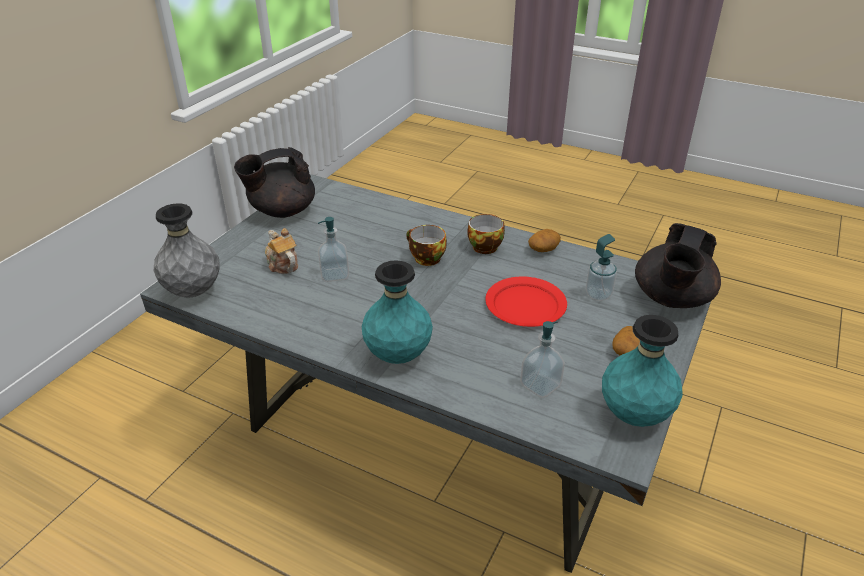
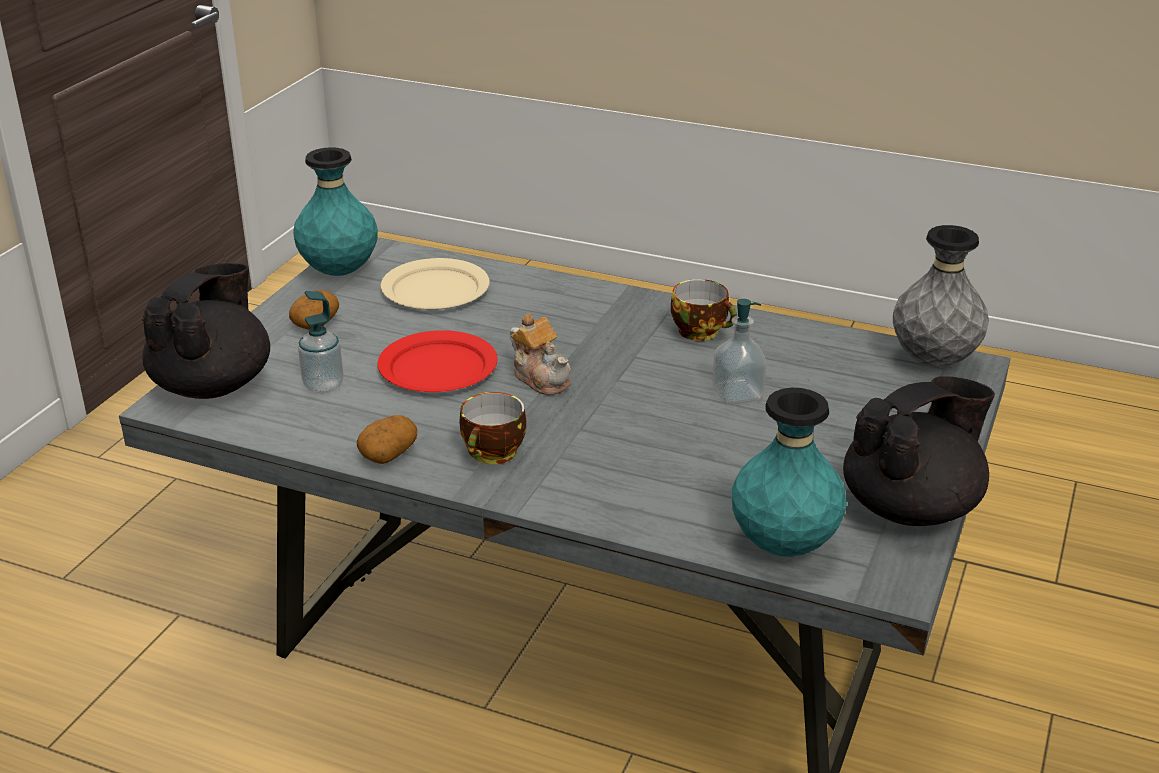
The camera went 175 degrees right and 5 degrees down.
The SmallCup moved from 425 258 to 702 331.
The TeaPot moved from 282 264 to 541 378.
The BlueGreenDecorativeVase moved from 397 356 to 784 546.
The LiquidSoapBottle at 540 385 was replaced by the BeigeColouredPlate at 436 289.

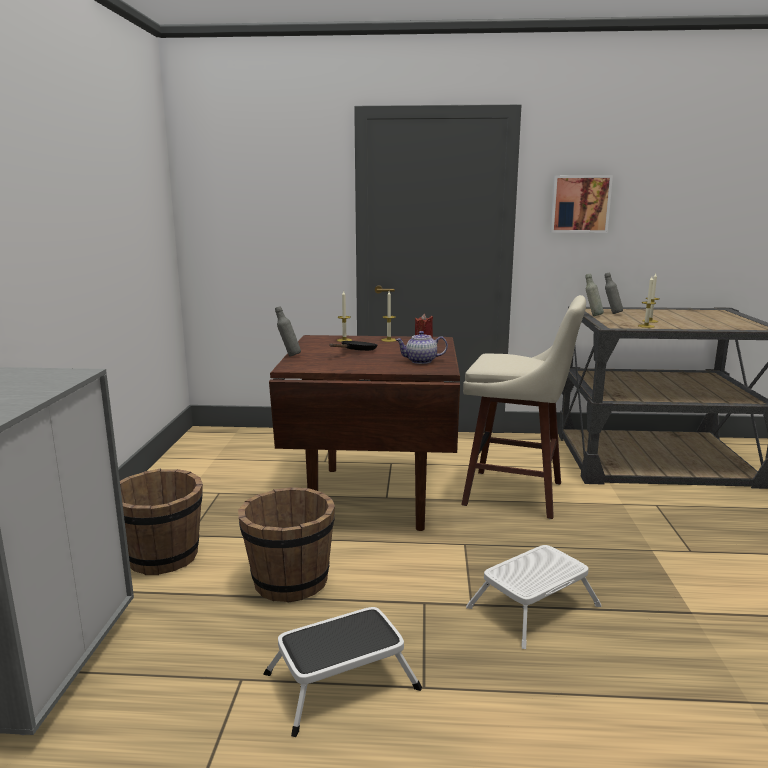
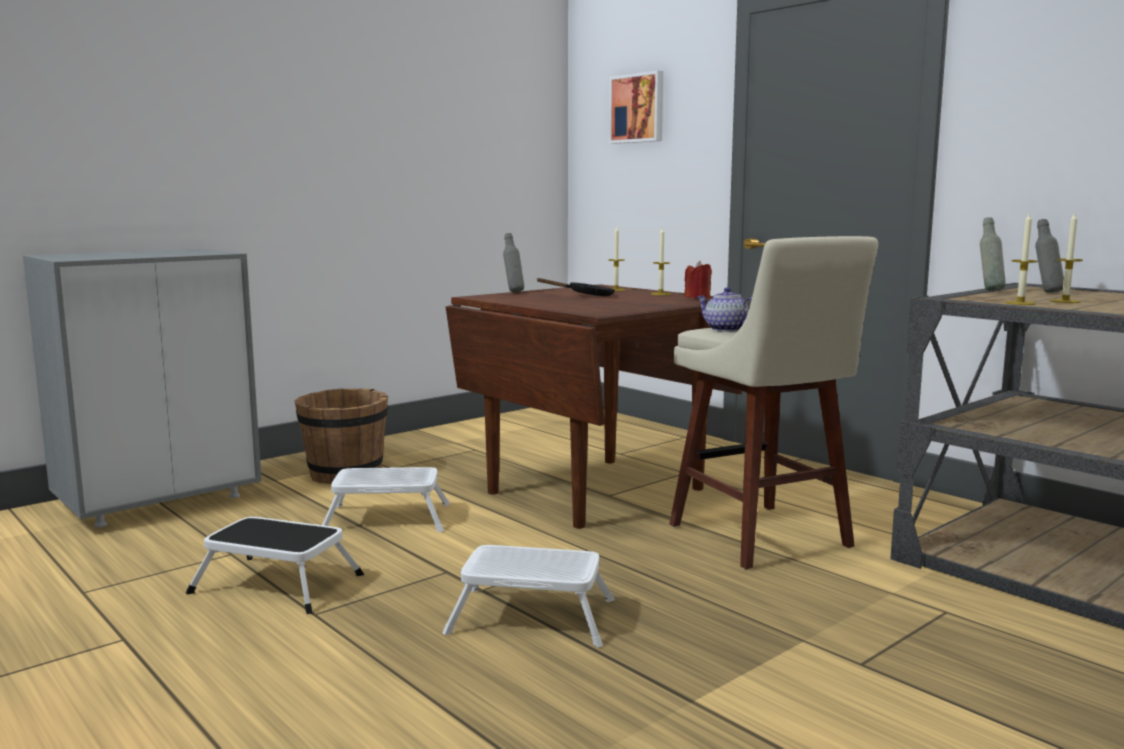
The camera went 45 degrees right and 5 degrees down.
The WallArt moved from 580 204 to 638 108.
The TeaPot moved from 421 361 to 725 329.
The BrownWaterBucket at 290 581 was replaced by the WhitishStepladder at 387 518.

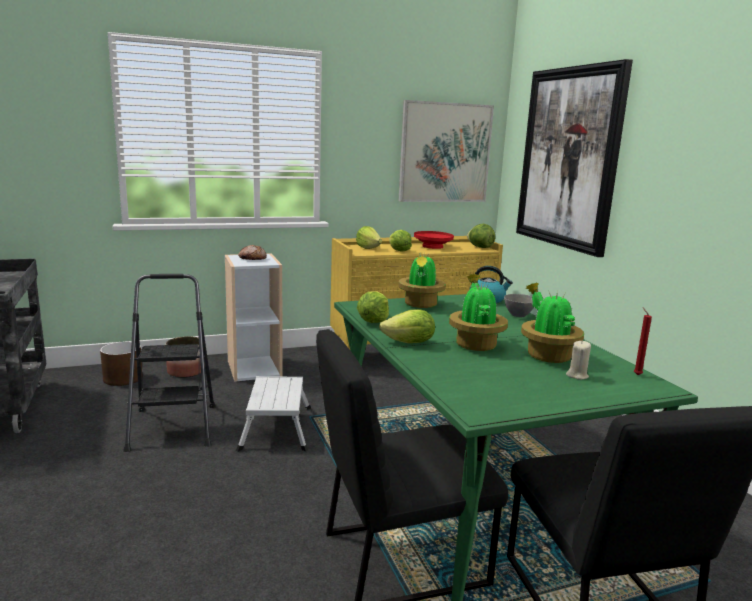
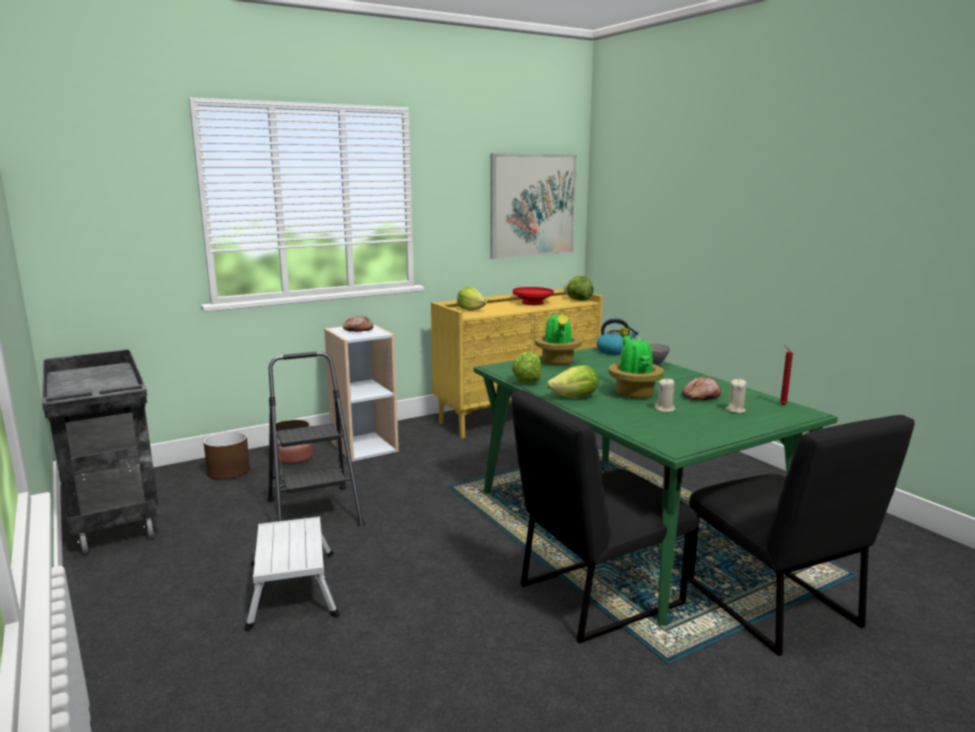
The camera went 10 degrees left and 0 degrees up.
The WallArt at 569 158 disappeared.
The Lettuce at 399 251 disappeared.
The Houseplant at 547 356 was replaced by the BakeryBread at 700 396.
The WhitishStepladder moved from 276 427 to 292 588.
The BeigeColouredCandle at 665 409 appeared.

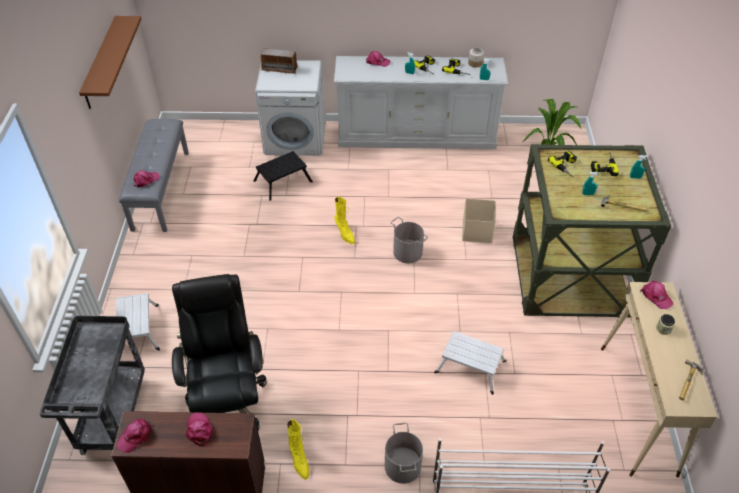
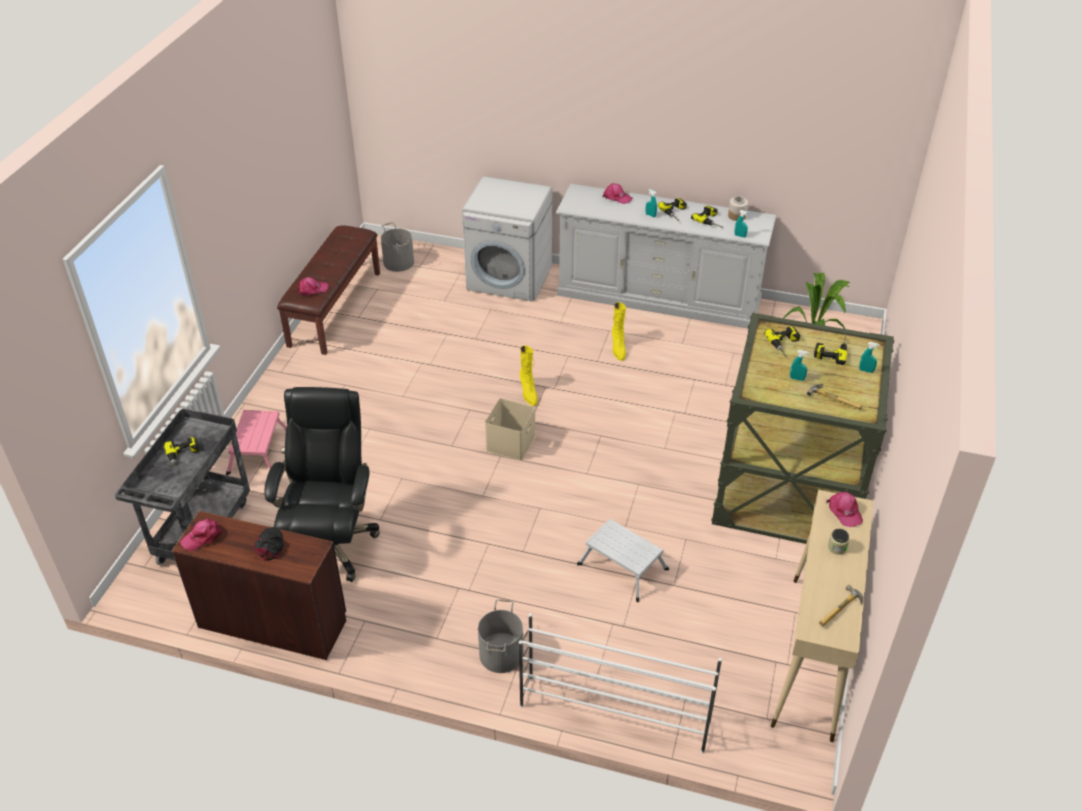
The camera went 15 degrees right and 5 degrees down.
The BrownShelf at 101 63 disappeared.
The Radio at 280 68 disappeared.
The GreyishLongSeat at 160 190 became the BrownLongSeat at 334 308.
The BlackColouredStepladder at 283 181 disappeared.
The BeigeColouredStorageContainer moved from 476 231 to 510 442.
The GreyishWaterBucket moved from 408 252 to 399 262.
The WhitishStepladder at 137 329 became the PinkishStepladder at 259 451.
The PinkishPeakedCap at 199 430 became the BlackColouredPeakedCap at 270 545.
The YellowishTallBoot moved from 299 460 to 618 348.
The ElectricDrill at 184 457 appeared.

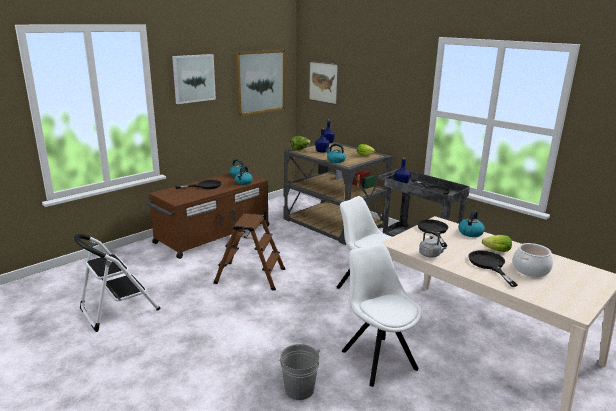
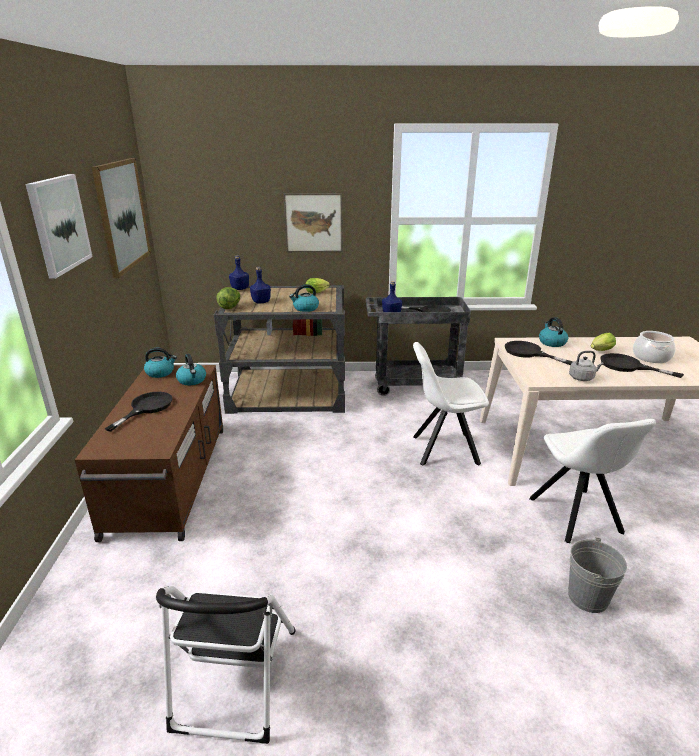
The camera went 45 degrees left and 5 degrees up.
The WallArt moved from 323 82 to 313 223.
The BrownStepladder at 250 276 disappeared.
The WhitishUprightChair at 378 360 turned 120 degrees counterclockwise.

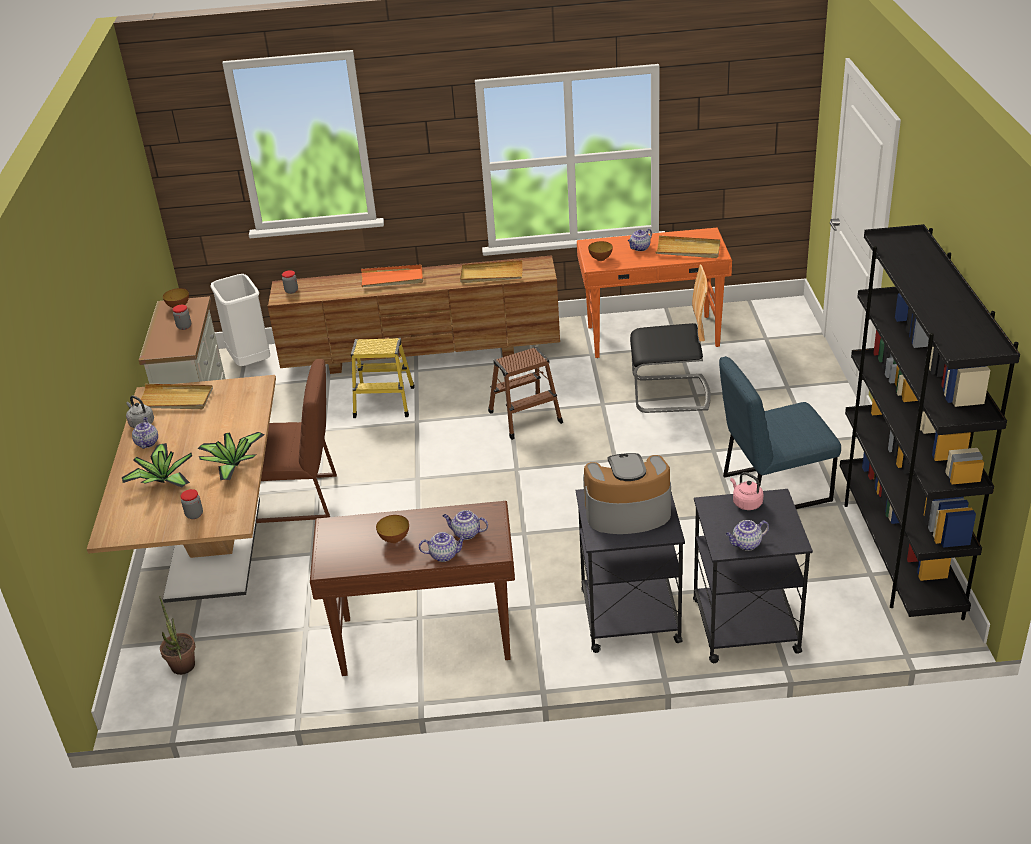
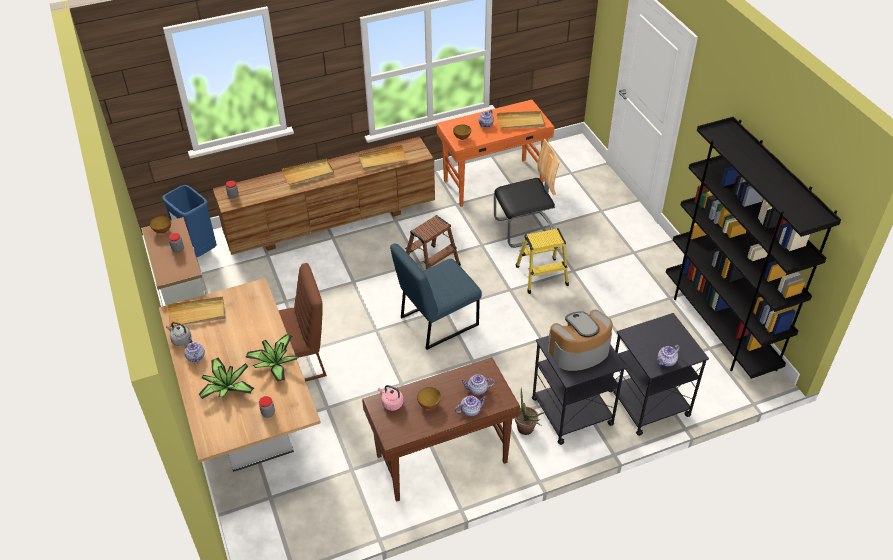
The camera went 20 degrees left and 10 degrees up.
The OrangeyTray at 392 279 became the BeigeColouredTray at 308 173.
The WhitishRubbishBin at 250 362 became the BluishRubbishBin at 198 250.
The YellowishStepladder moved from 384 401 to 542 275.
The BluishUprightChair moved from 773 488 to 437 321.
The PinkishWaterKettle moved from 746 503 to 391 403.
The Houseplant moved from 183 670 to 527 431.

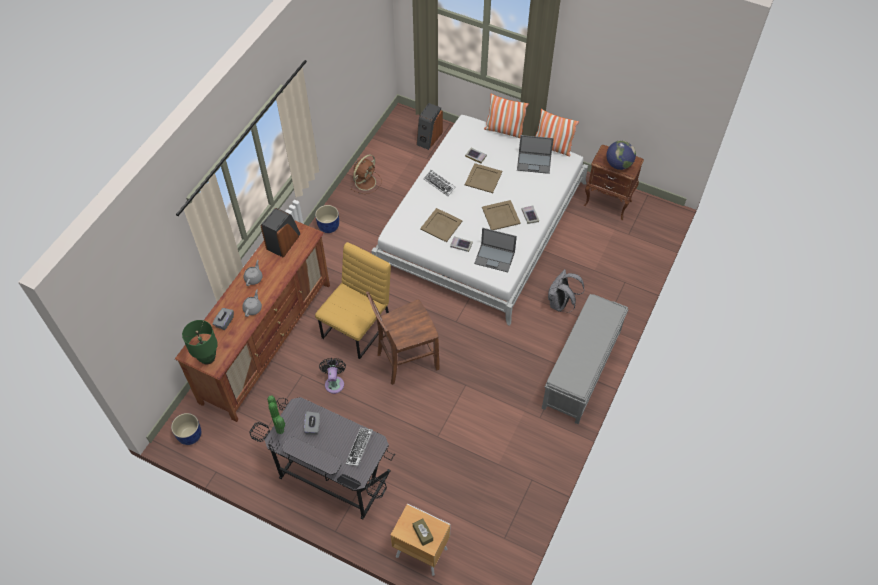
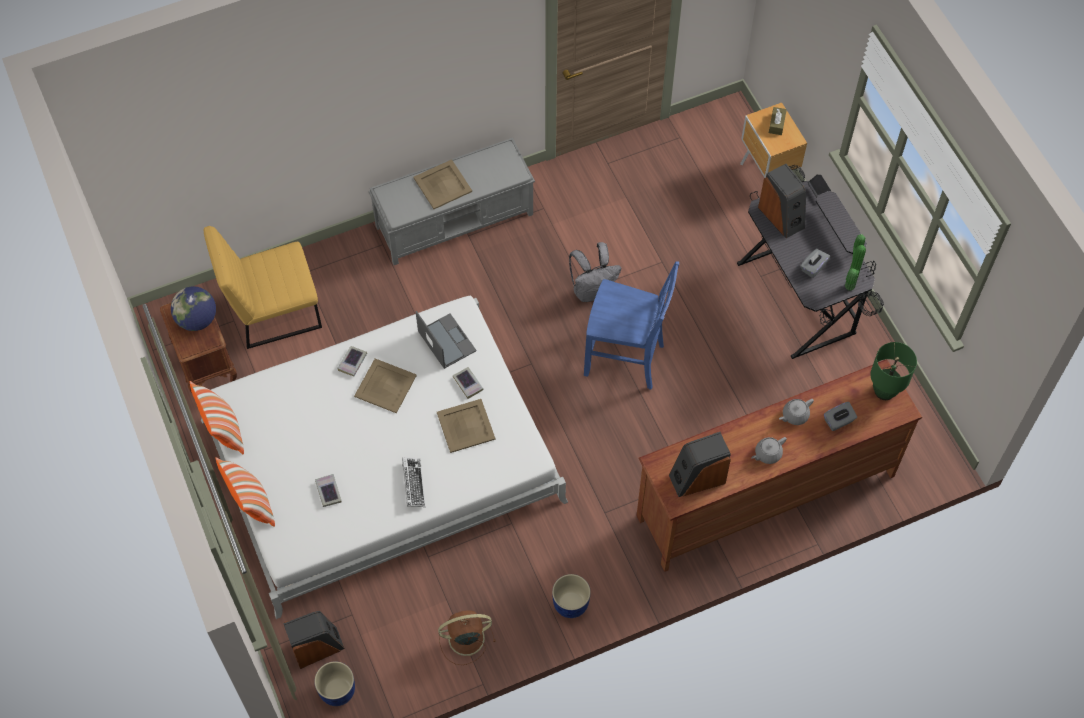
The camera went 140 degrees left and 5 degrees up.
The Laptop at 534 162 disappeared.
The BeigeColouredTray moved from 483 178 to 442 184.
The YellowishUprightChair moved from 358 327 to 273 312.
The GreyishRucksack moved from 560 304 to 592 290.
The BrownUprightChair at 406 360 became the BluishUprightChair at 626 360.
The BlackColouredElectricFan at 334 382 disappeared.
The BluishPlantPot moved from 189 435 to 338 690.
The PcKeyboard at 359 448 was replaced by the Speaker at 782 216.

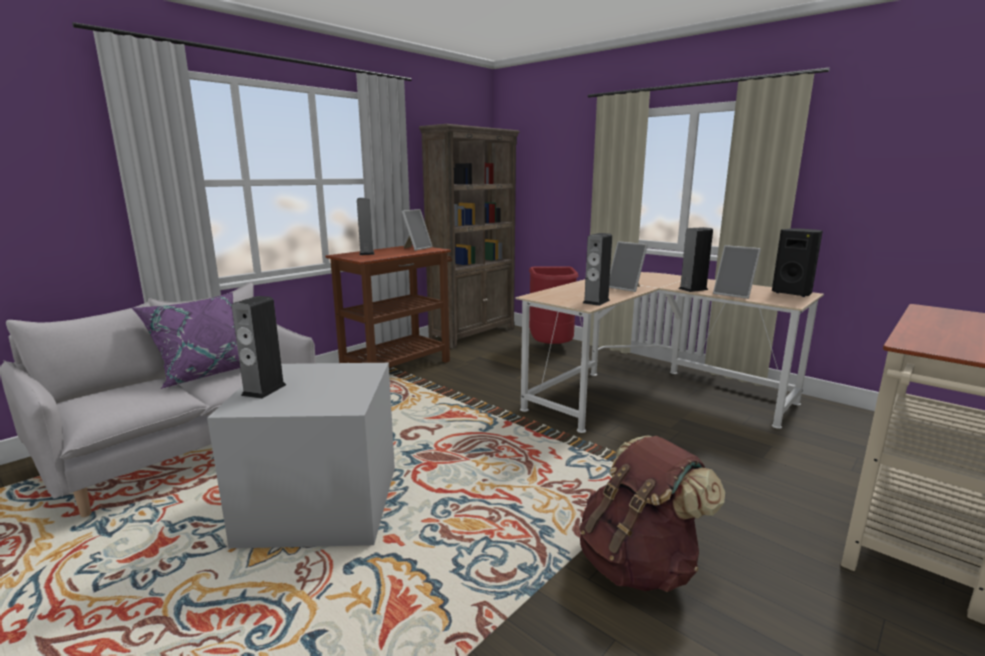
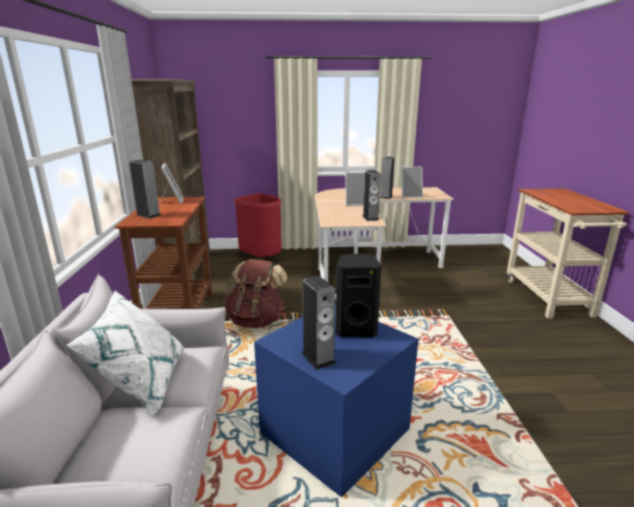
The camera went 45 degrees left and 5 degrees up.
The BlackColouredSpeaker moved from 793 293 to 355 329.
The PurpleColouredPillow at 207 373 became the WhitishPillow at 141 383.
The GreyishStorageContainer at 320 503 became the BluishStorageContainer at 332 431.
The BrownRucksack moved from 639 564 to 257 320.

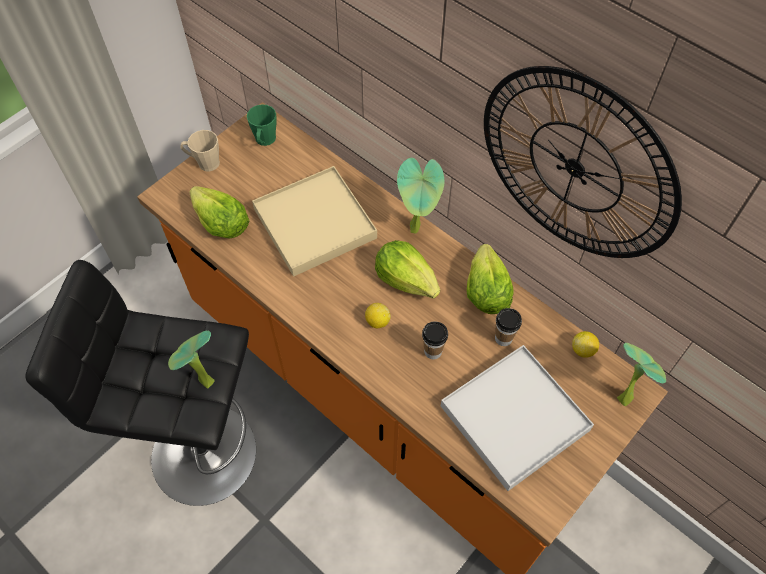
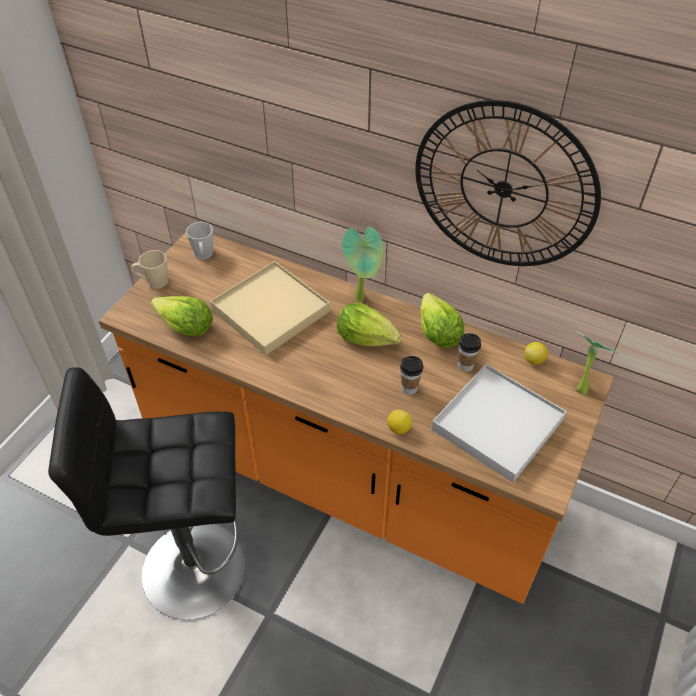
The camera went 15 degrees left and 10 degrees down.
The GreenishTeaMug at 264 141 became the GreyishTeaMug at 204 255.
The Lemon moved from 377 321 to 398 428.
The Houseplant at 202 382 disappeared.

